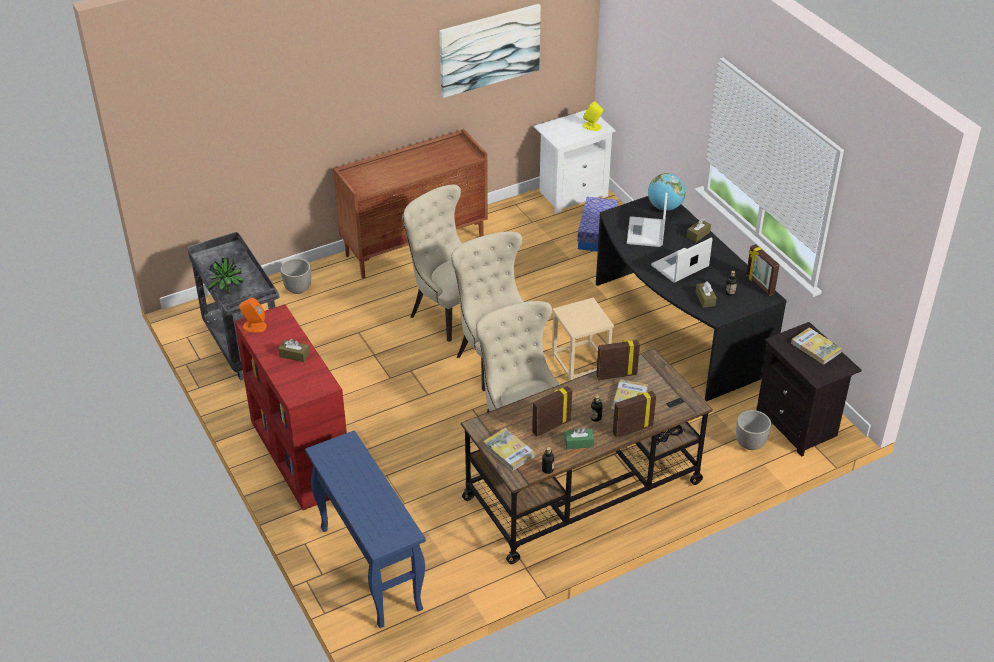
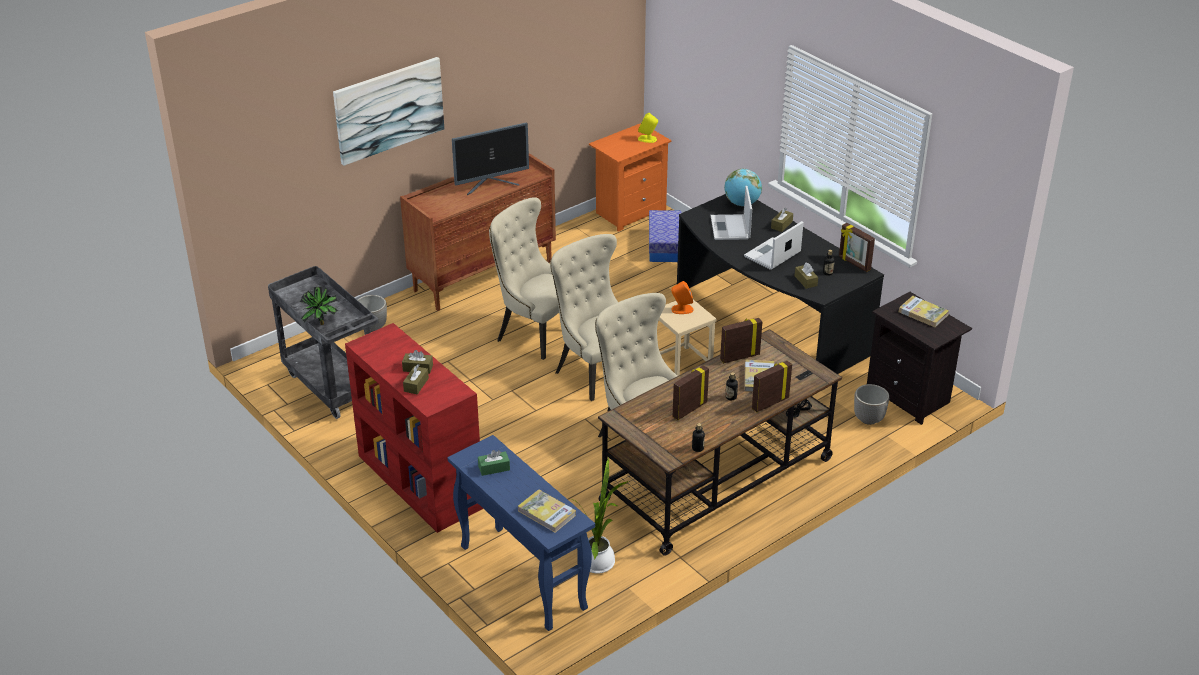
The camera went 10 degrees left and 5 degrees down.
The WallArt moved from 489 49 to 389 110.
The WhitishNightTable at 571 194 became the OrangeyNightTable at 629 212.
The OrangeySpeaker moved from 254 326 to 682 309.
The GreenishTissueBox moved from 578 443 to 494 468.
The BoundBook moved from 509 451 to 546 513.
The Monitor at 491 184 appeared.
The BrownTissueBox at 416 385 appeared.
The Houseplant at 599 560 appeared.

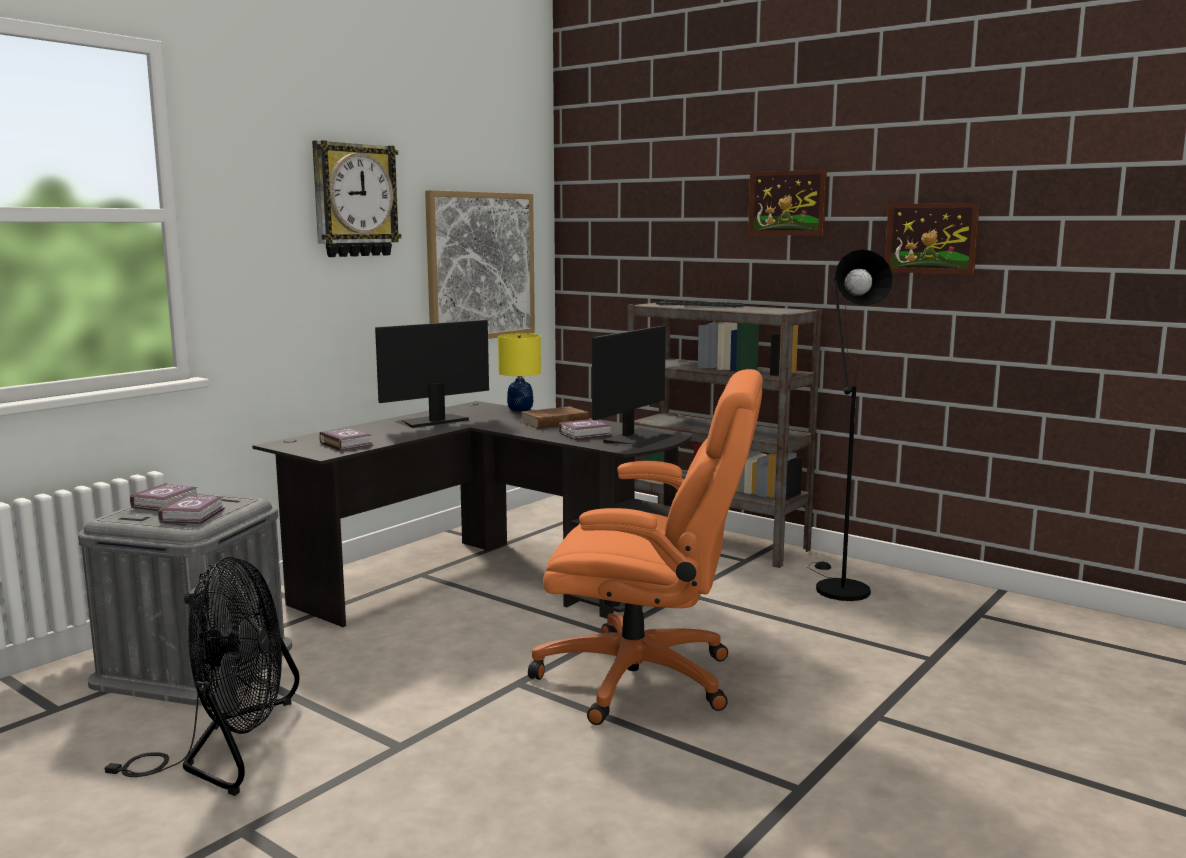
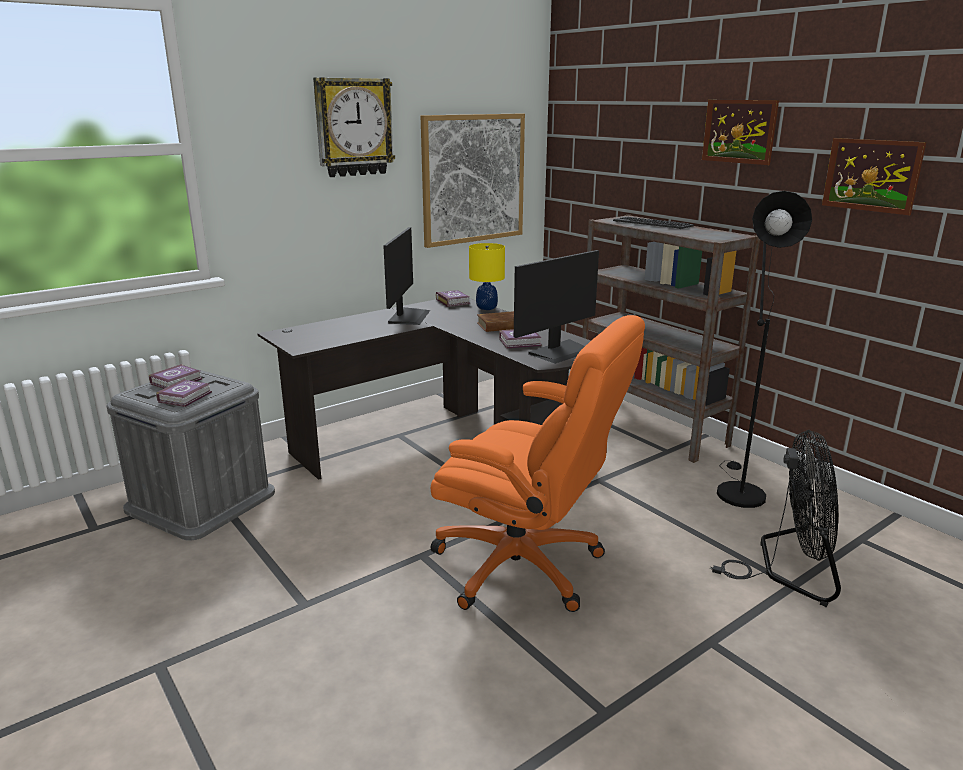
The camera went 15 degrees right and 10 degrees up.
The Monitor at 432 421 turned 120 degrees clockwise.
The BoundBook moved from 346 444 to 453 301.
The BlackColouredElectricFan moved from 225 749 to 785 564.

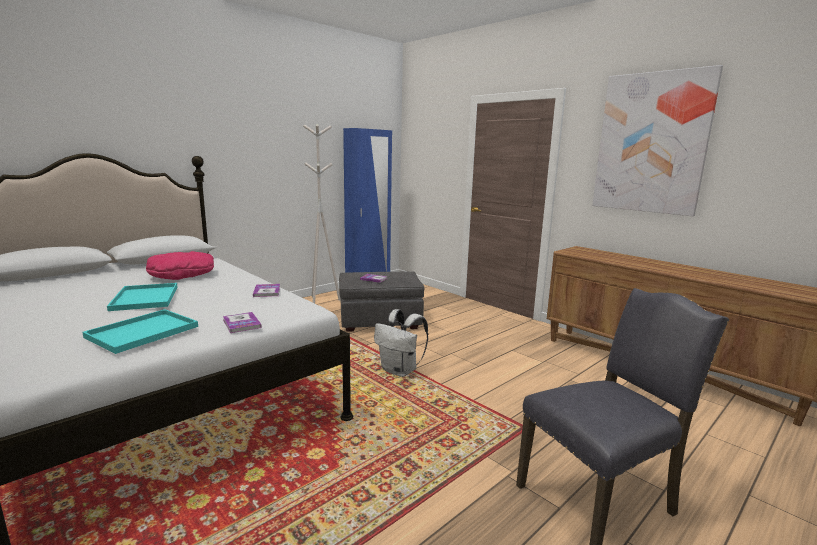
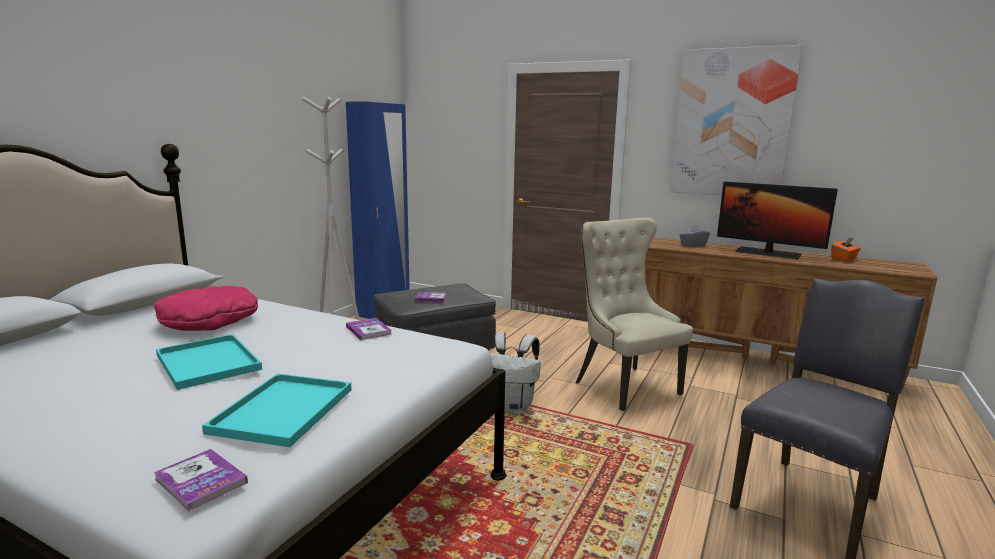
The camera went 20 degrees left and 0 degrees up.
The BoundBook moved from 241 323 to 201 481.
The Monitor at 768 253 appeared.
The BeigeColouredUprightChair at 625 387 appeared.
The GreyishTissueBox at 693 245 appeared.
The OrangeyTissueBox at 844 259 appeared.

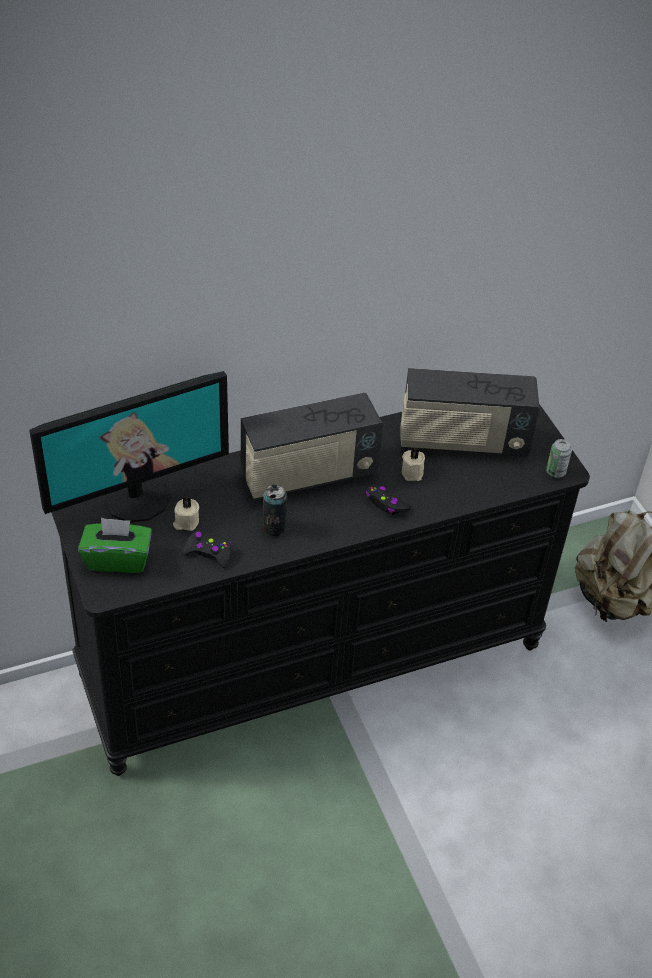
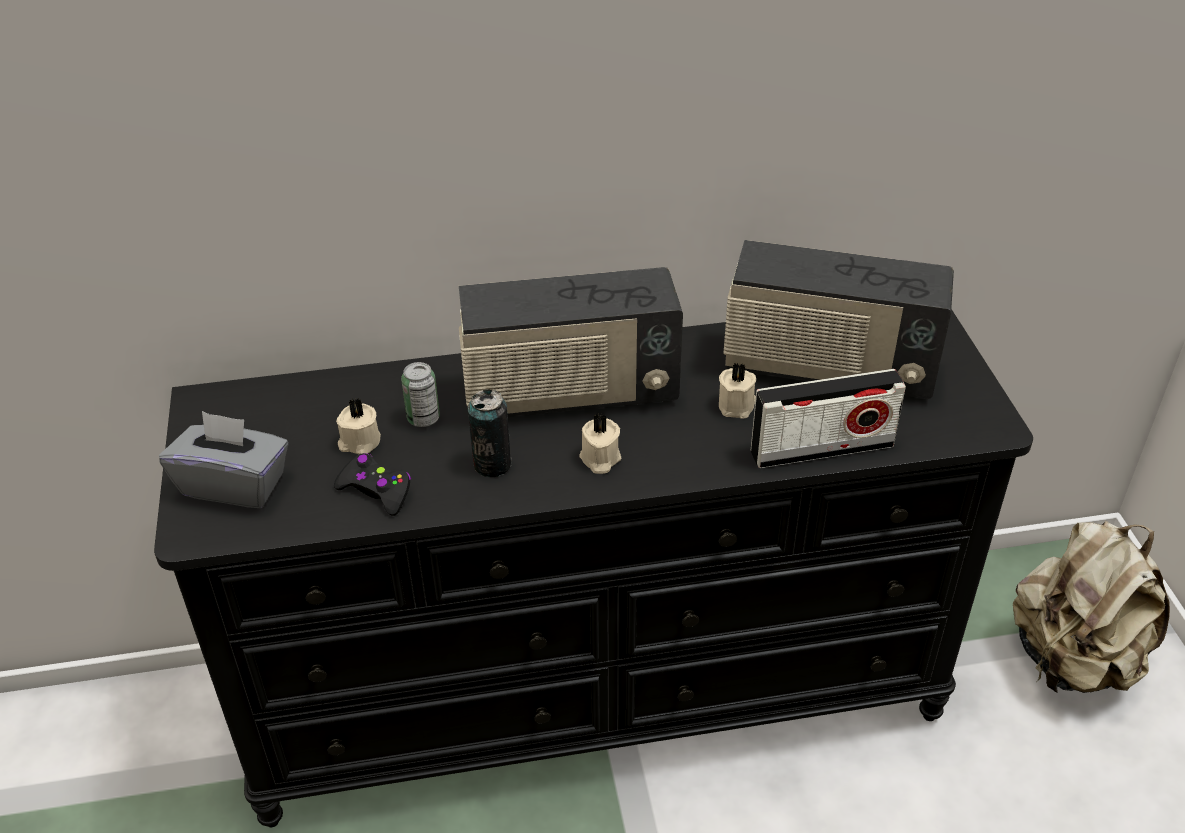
The camera went 15 degrees right and 5 degrees down.
The Monitor at 137 498 disappeared.
The MetalCan moved from 555 472 to 423 418.
The BlackColouredGamepad at 386 503 disappeared.
The GreenishTissueBox at 117 559 became the GreyishTissueBox at 234 484.
The Radio at 821 448 appeared.
The BeigeColouredCandle at 599 459 appeared.

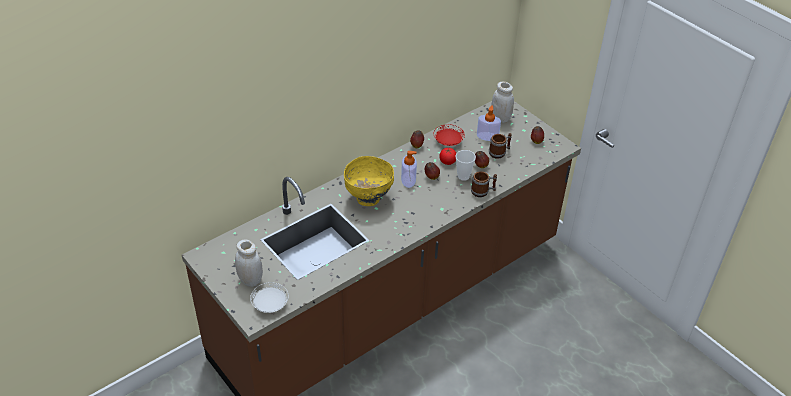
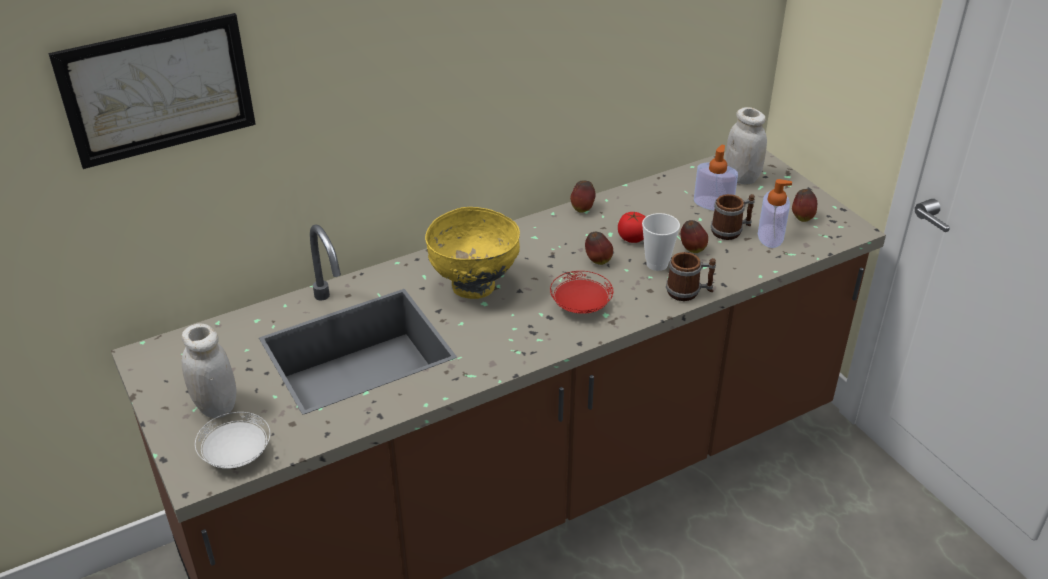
The camera went 10 degrees right and 5 degrees down.
The RedPlate moved from 448 142 to 581 306.
The LiquidSoapBottle moved from 408 180 to 770 236.
The WallArt at 158 90 appeared.

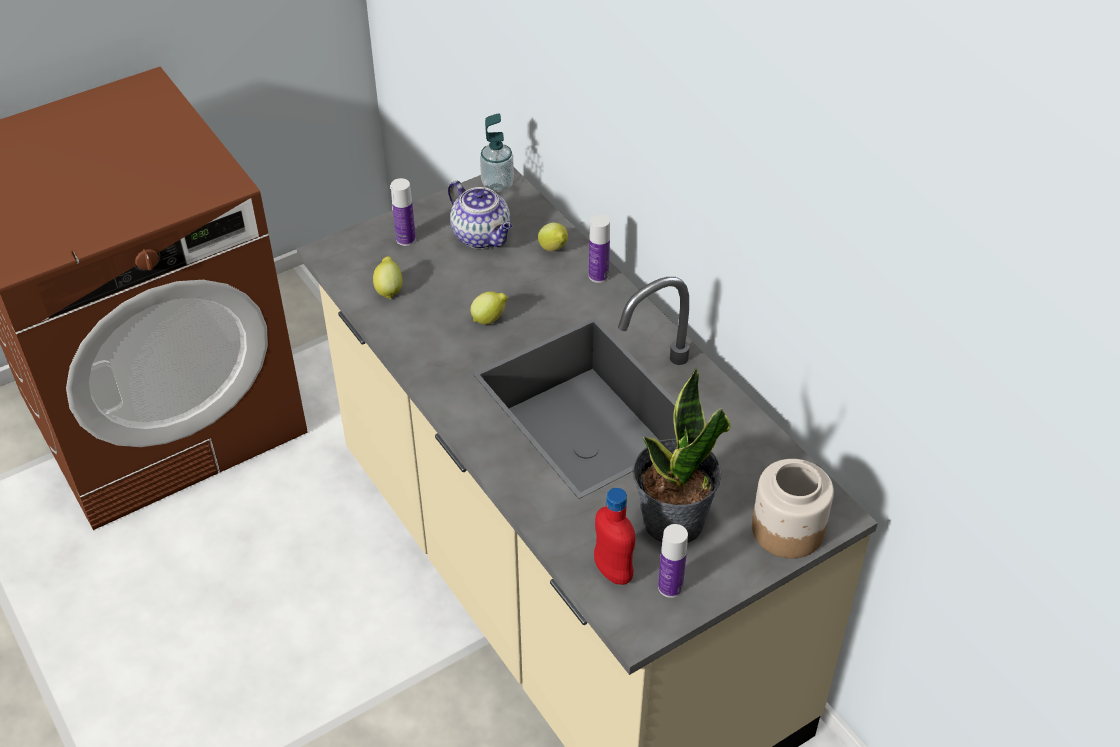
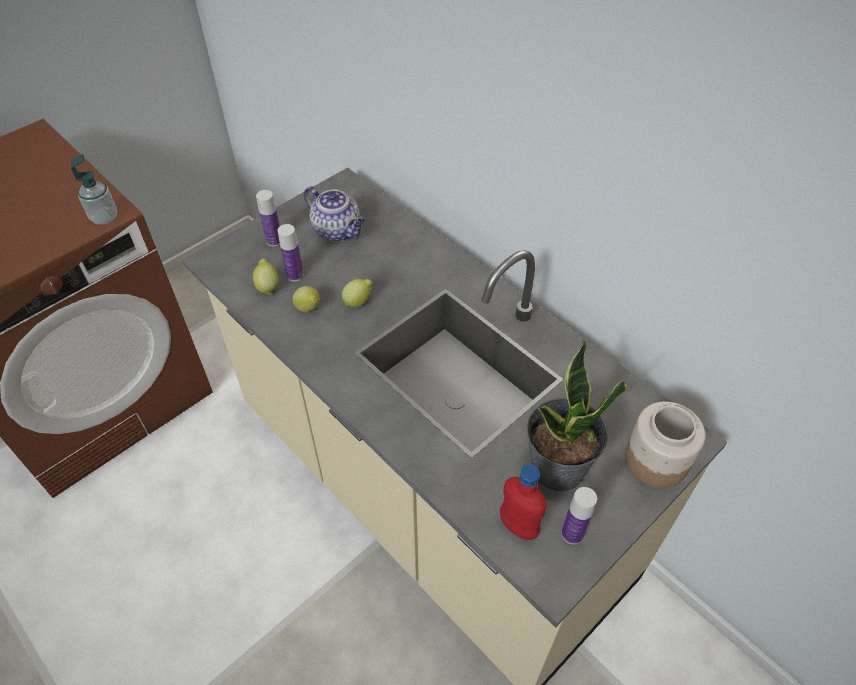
The camera went 10 degrees left and 5 degrees up.
The LiquidSoapBottle moved from 497 185 to 104 217.
The BeverageBottle moved from 598 276 to 295 275.
The Lemon moved from 554 249 to 309 309.

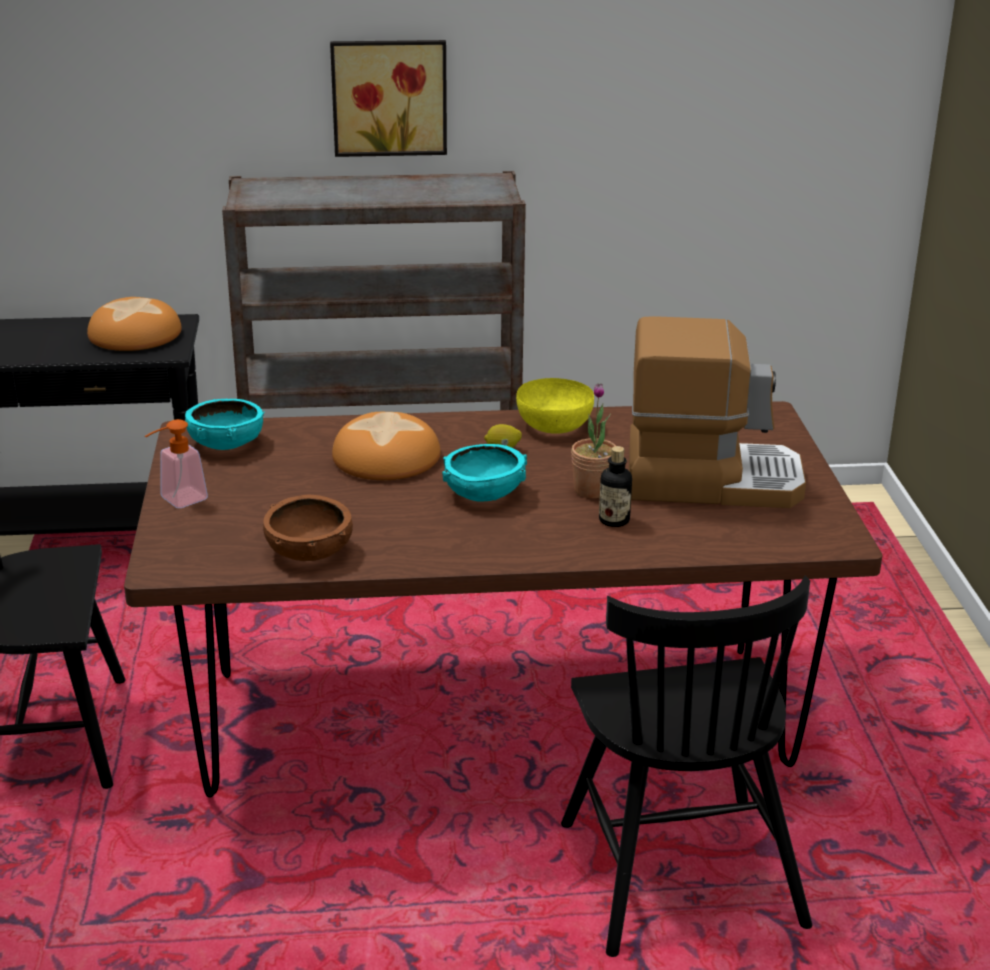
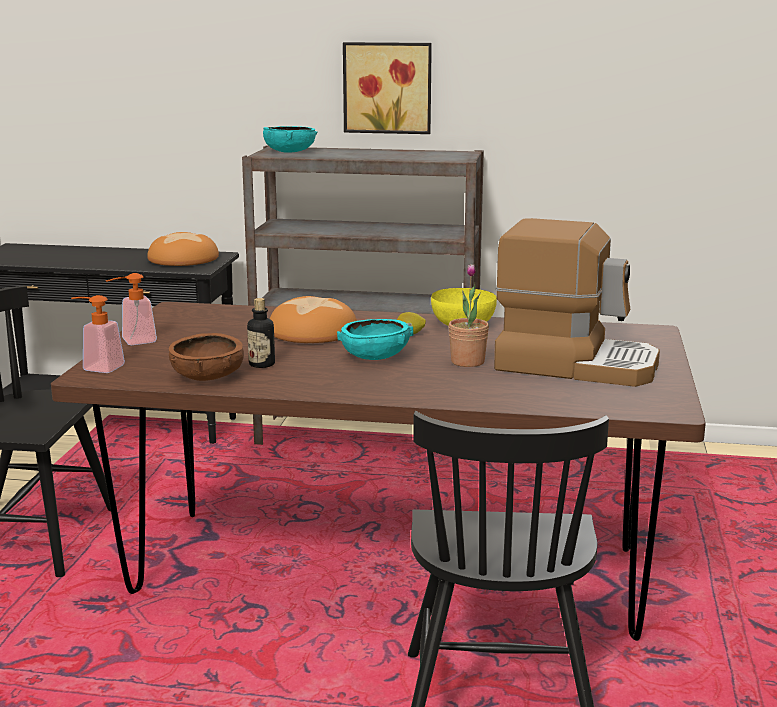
The camera went 15 degrees right and 10 degrees down.
The BlueGreenDeepDish moved from 226 444 to 289 152.
The BeverageBottle moved from 614 520 to 262 364.
The LiquidSoapBottle at 97 367 appeared.

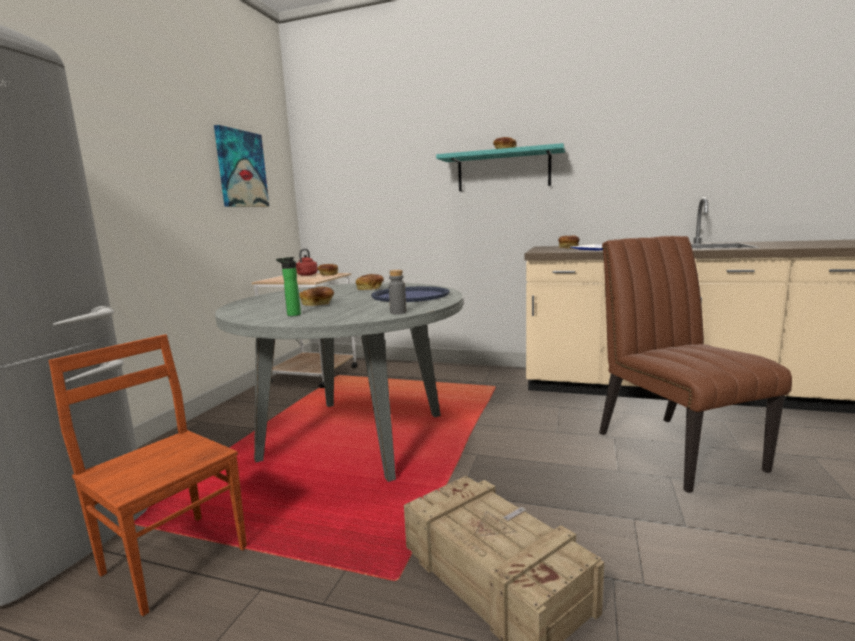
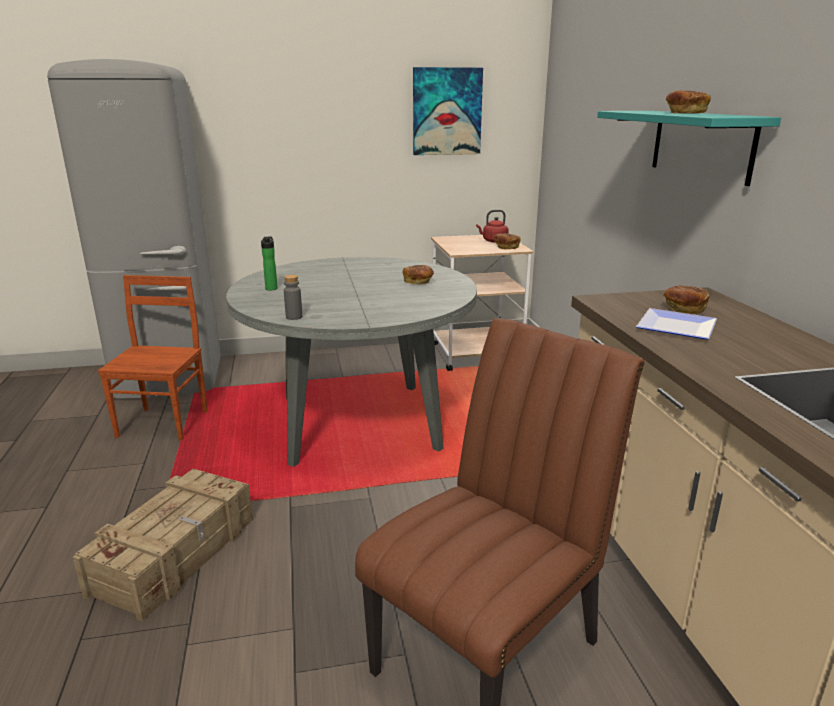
The camera went 60 degrees right and 10 degrees up.
The BluishTray at 410 295 disappeared.
The BakeryBread at 318 304 disappeared.

